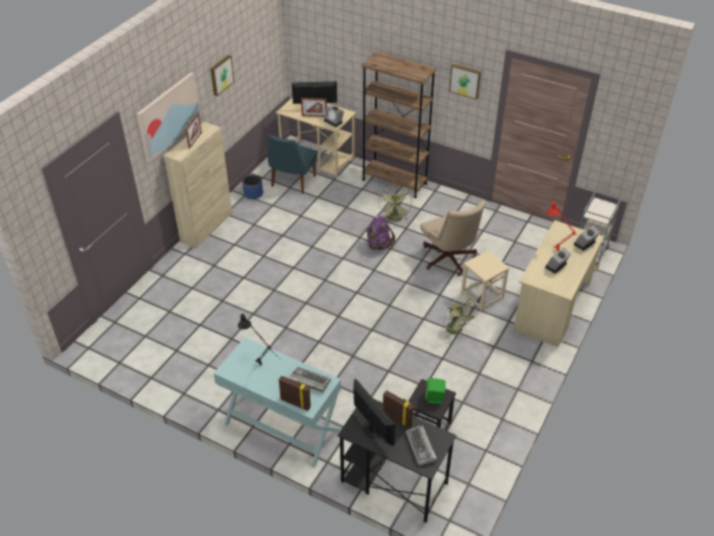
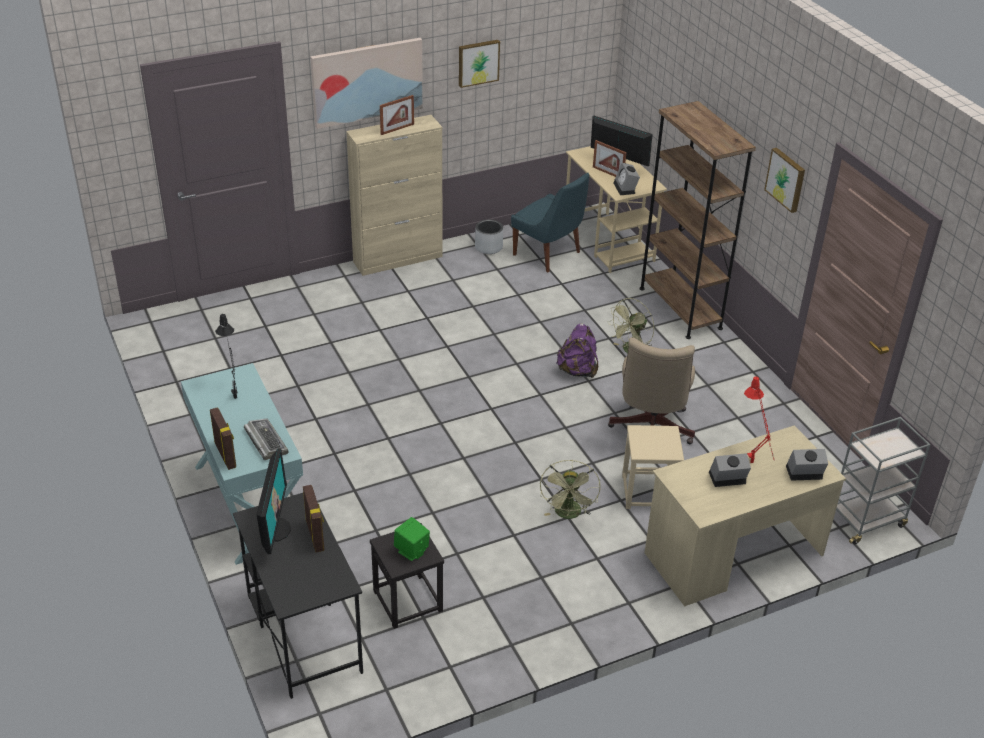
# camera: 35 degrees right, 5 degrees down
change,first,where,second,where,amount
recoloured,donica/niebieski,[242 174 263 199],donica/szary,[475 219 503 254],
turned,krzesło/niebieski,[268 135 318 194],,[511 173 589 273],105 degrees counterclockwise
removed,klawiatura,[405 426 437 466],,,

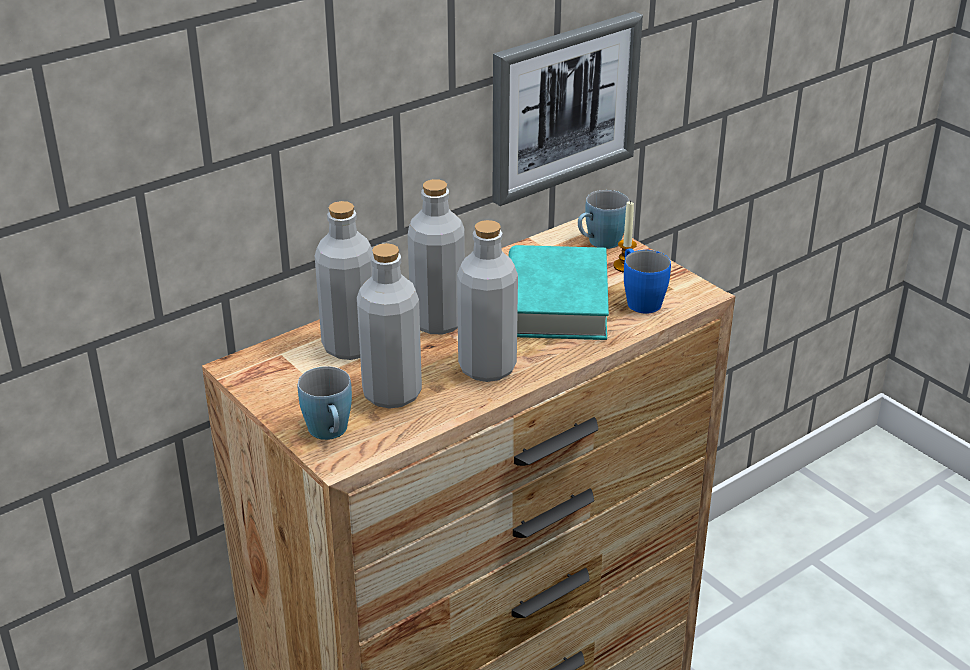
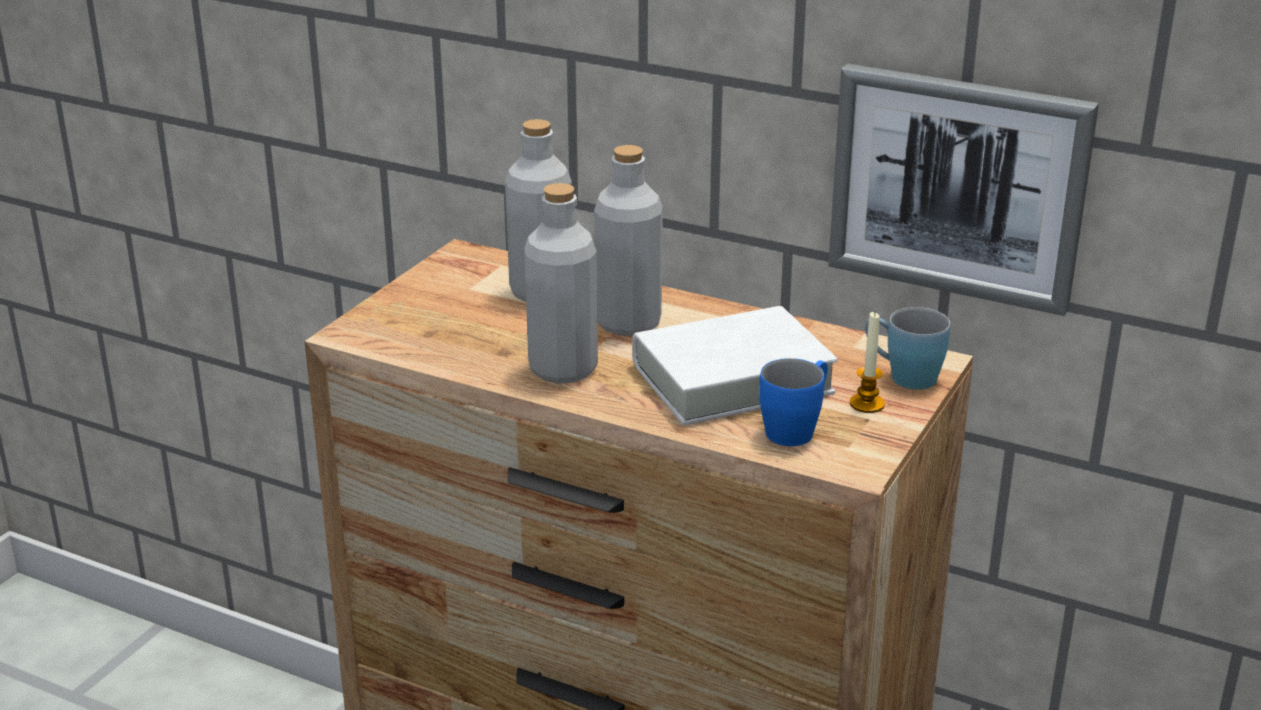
# camera: 65 degrees right, 5 degrees down
change,first,where,second,where,amount
recoloured,książka/turkusowy,[508 245 609 340],książka/biały,[632 306 838 425],
removed,kubek/niebieski,[298 366 352 440],,,
removed,butelka/szary,[357 243 422 409],,,

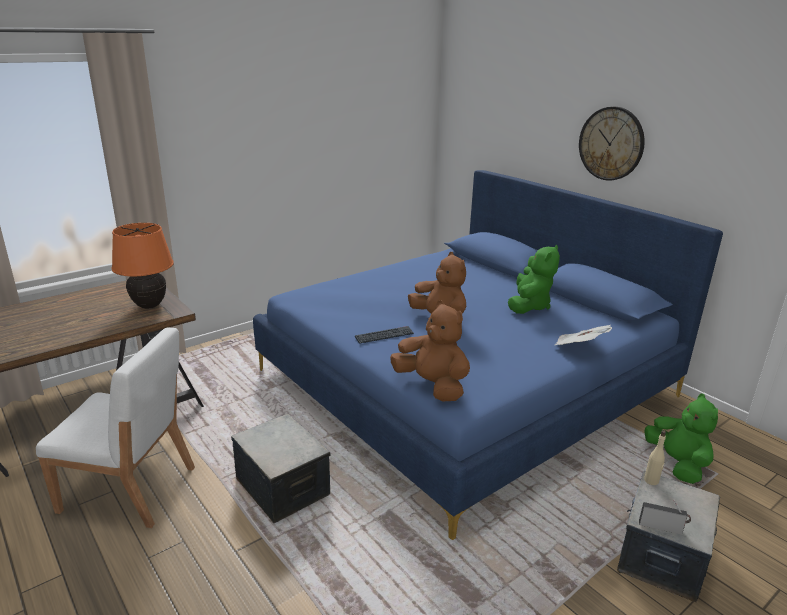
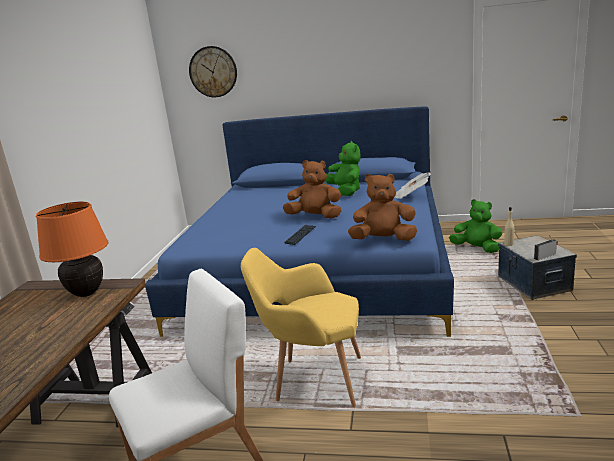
# camera: 40 degrees left, 5 degrees down
change,first,where,second,where,amount
moved,zegar ścienny,[579 107 645 181],,[189 46 237 97],
replaced,pojemnik do przechowywania,[231 414 330 523],fotel/żółty,[241 248 361 407],

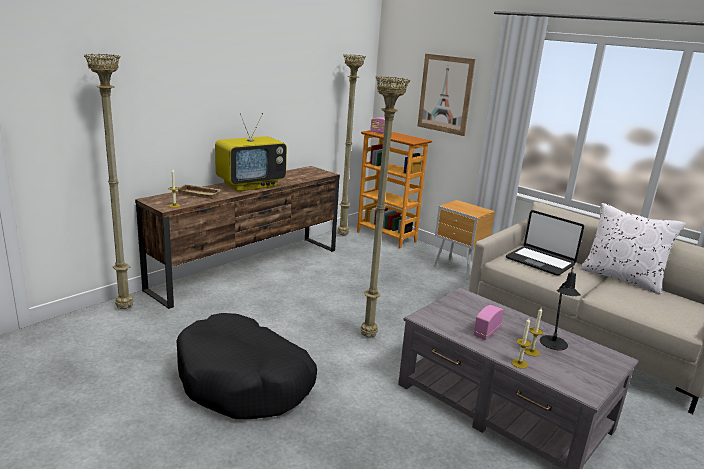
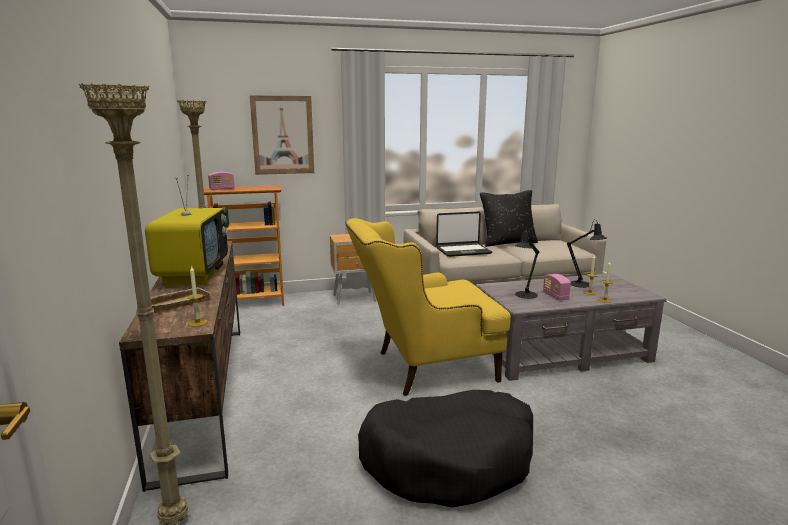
# camera: 55 degrees left, 5 degrees down
change,first,where,second,where,amount
replaced,lampa stojąca/beżowy,[361 76 410 338],fotel/żółty,[345 218 511 396],
recoloured,poduszka/biały,[580 203 686 295],poduszka/czarny,[480 190 538 247],
added,,,lampa stołowa/czarny,[515 226 539 299],

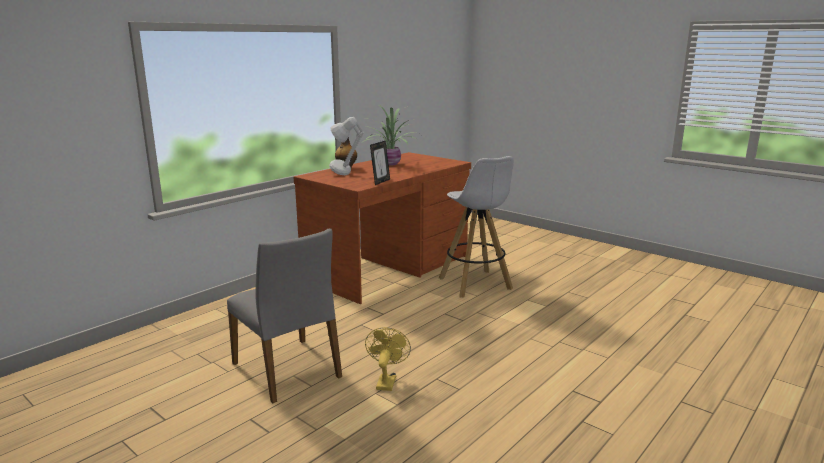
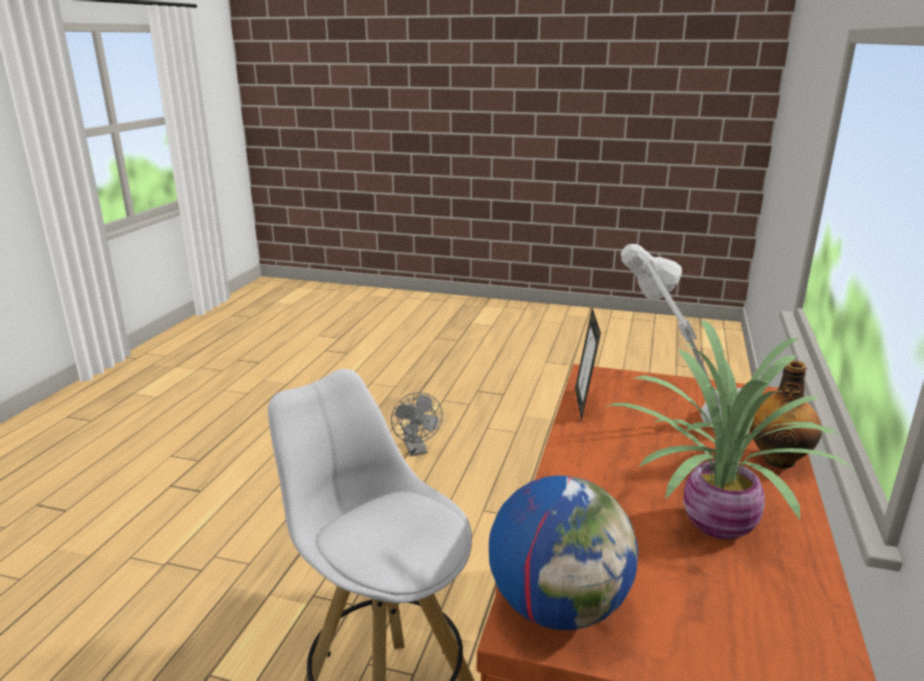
# camera: 155 degrees right, 5 degrees up
change,first,where,second,where,amount
recoloured,wentylator/żółty,[365 327 411 391],wentylator/szary,[391 392 443 456],
added,,,globus,[489 476 638 630],
removed,krzesło/szary,[227 228 342 403],,,

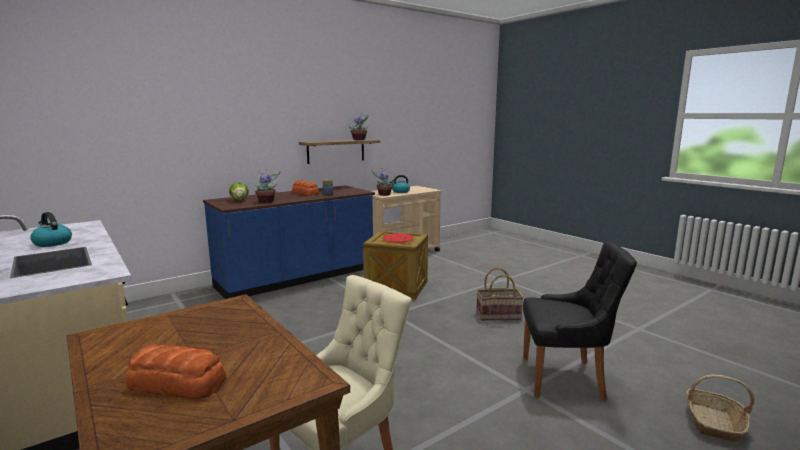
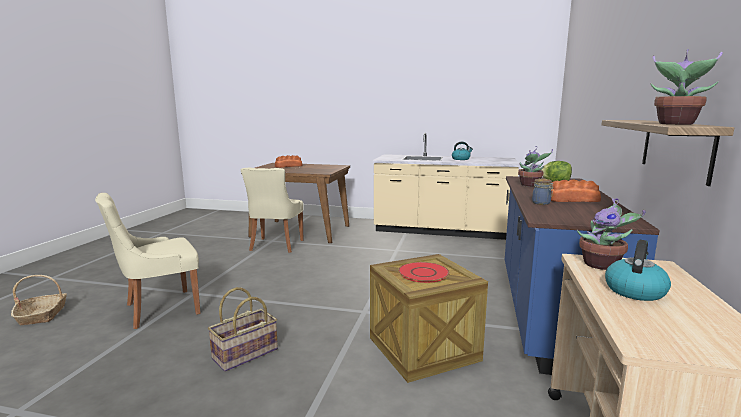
# camera: 140 degrees right, 0 degrees up
change,first,where,second,where,amount
recoloured,krzesło/czarny,[523 241 637 401],krzesło/beżowy,[95 193 201 329],

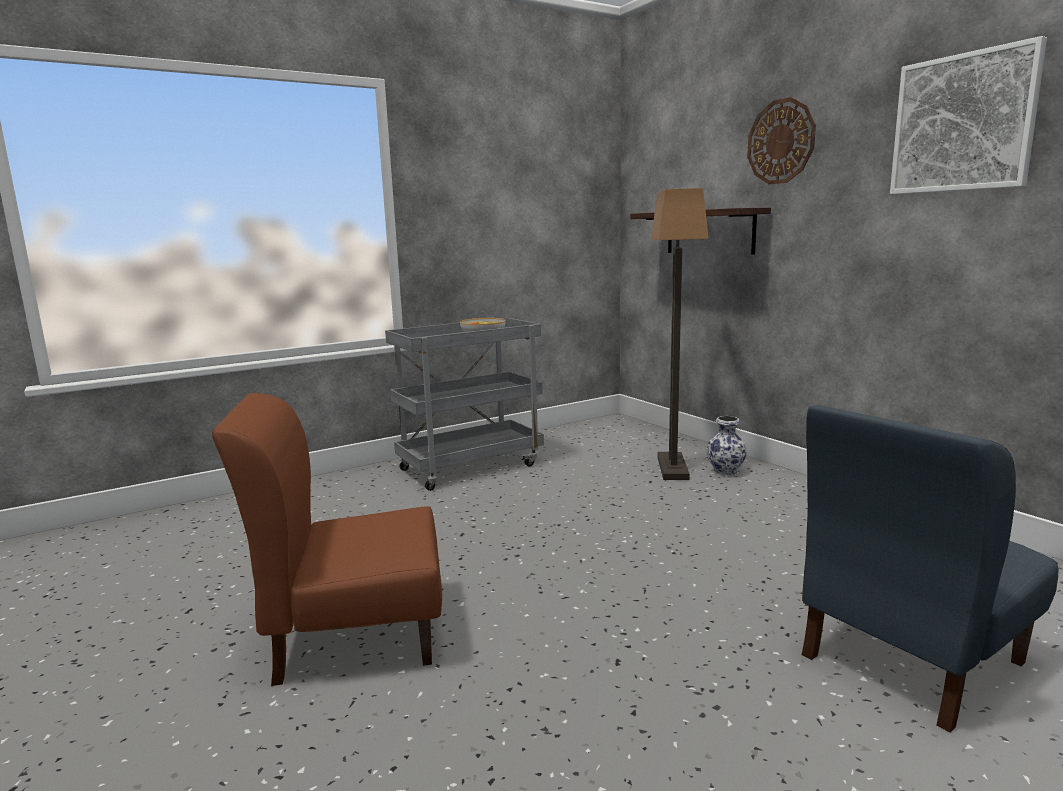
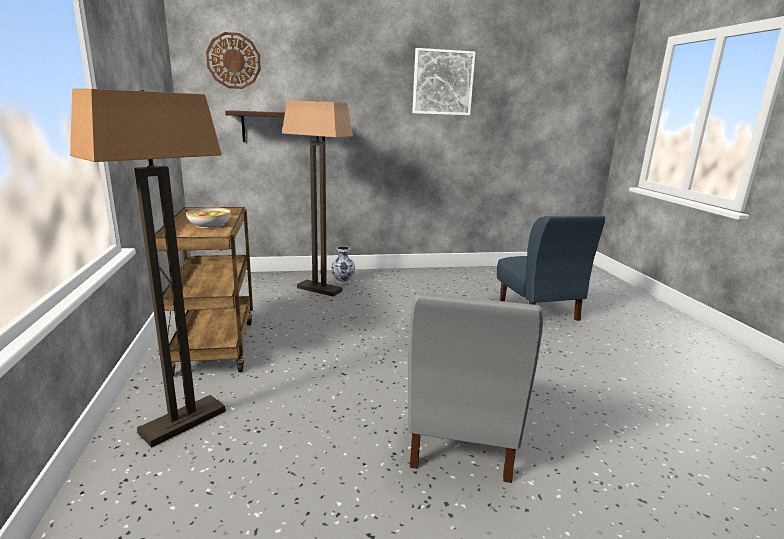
# camera: 70 degrees left, 5 degrees up
change,first,where,second,where,amount
added,,,lampa stojąca,[70 88 225 448],
recoloured,wózek/szary,[385 318 544 491],wózek/brązowy,[155 207 253 376],
moved,zegar ścienny,[747 97 816 184],,[206 32 261 89],
recoloured,krzesło/brązowy,[212 393 442 686],krzesło/szary,[408 293 543 483],

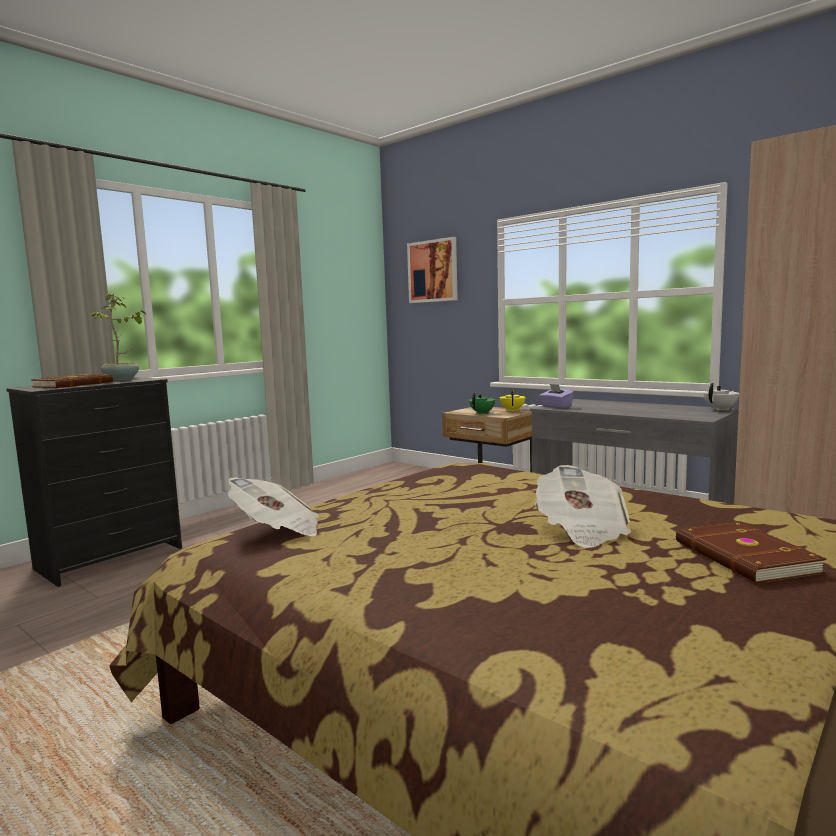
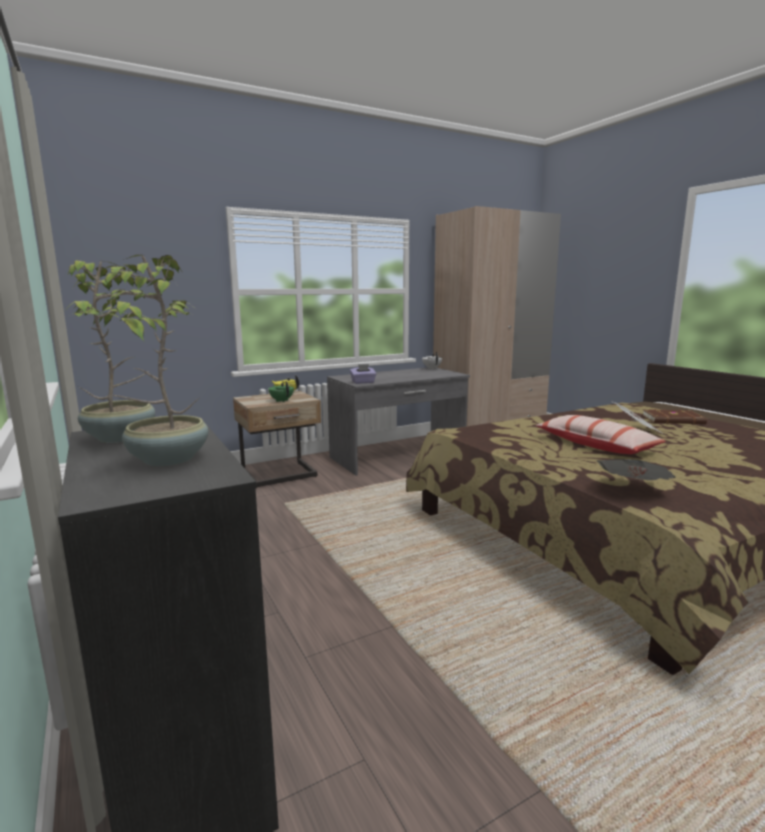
# camera: 70 degrees left, 5 degrees up
change,first,where,second,where,amount
replaced,książka/brązowy,[32 374 113 388],roślina doniczkowa,[101 255 208 466],
added,,,poduszka,[536 415 666 454],
removed,obraz,[407 237 458 303],,,

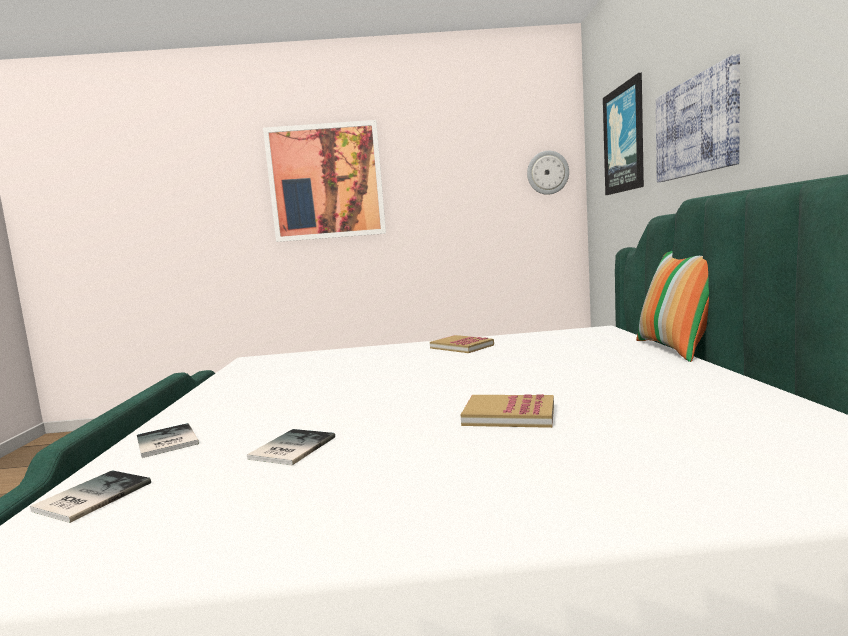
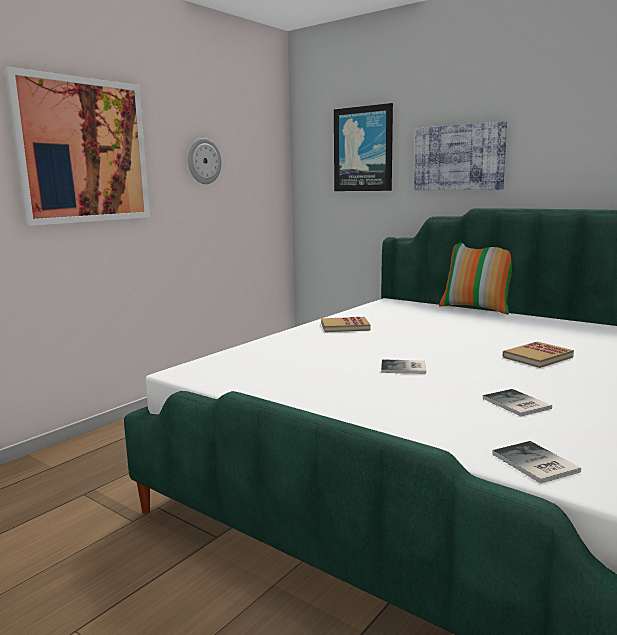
# camera: 50 degrees left, 5 degrees up
change,first,where,second,where,amount
moved,zegar ścienny,[527 151 569 195],,[188 138 222 184],
moved,książka,[137 423 199 458],,[381 359 426 374],

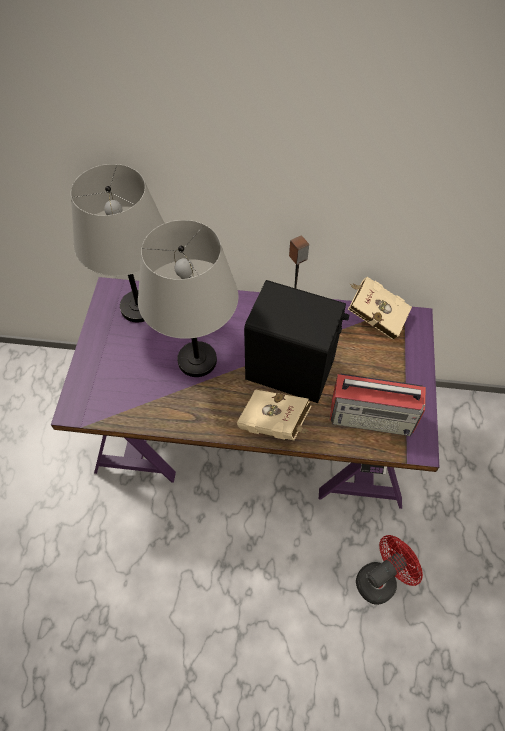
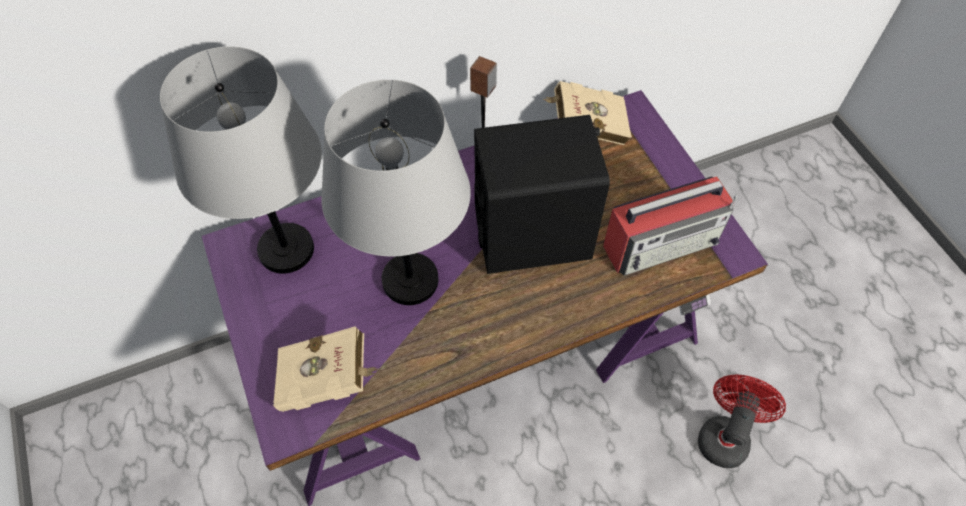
# camera: 30 degrees left, 0 degrees up
change,first,where,second,where,amount
moved,książka/beżowy,[237 389 311 440],,[273 326 379 412],

